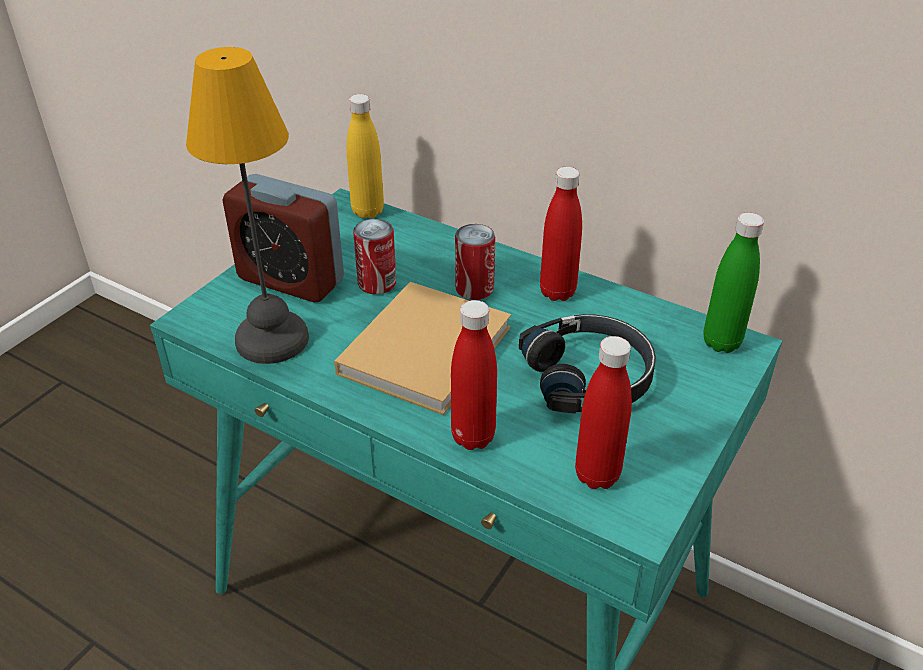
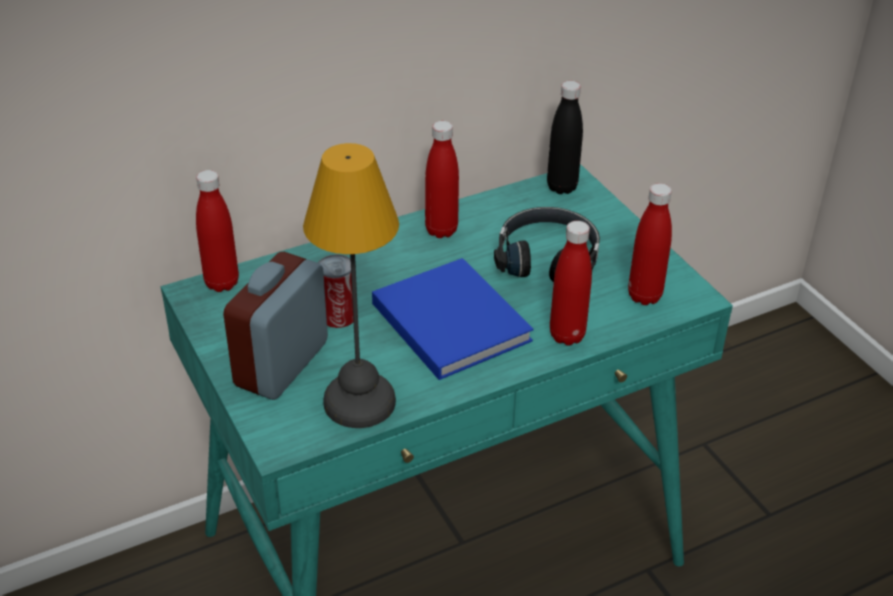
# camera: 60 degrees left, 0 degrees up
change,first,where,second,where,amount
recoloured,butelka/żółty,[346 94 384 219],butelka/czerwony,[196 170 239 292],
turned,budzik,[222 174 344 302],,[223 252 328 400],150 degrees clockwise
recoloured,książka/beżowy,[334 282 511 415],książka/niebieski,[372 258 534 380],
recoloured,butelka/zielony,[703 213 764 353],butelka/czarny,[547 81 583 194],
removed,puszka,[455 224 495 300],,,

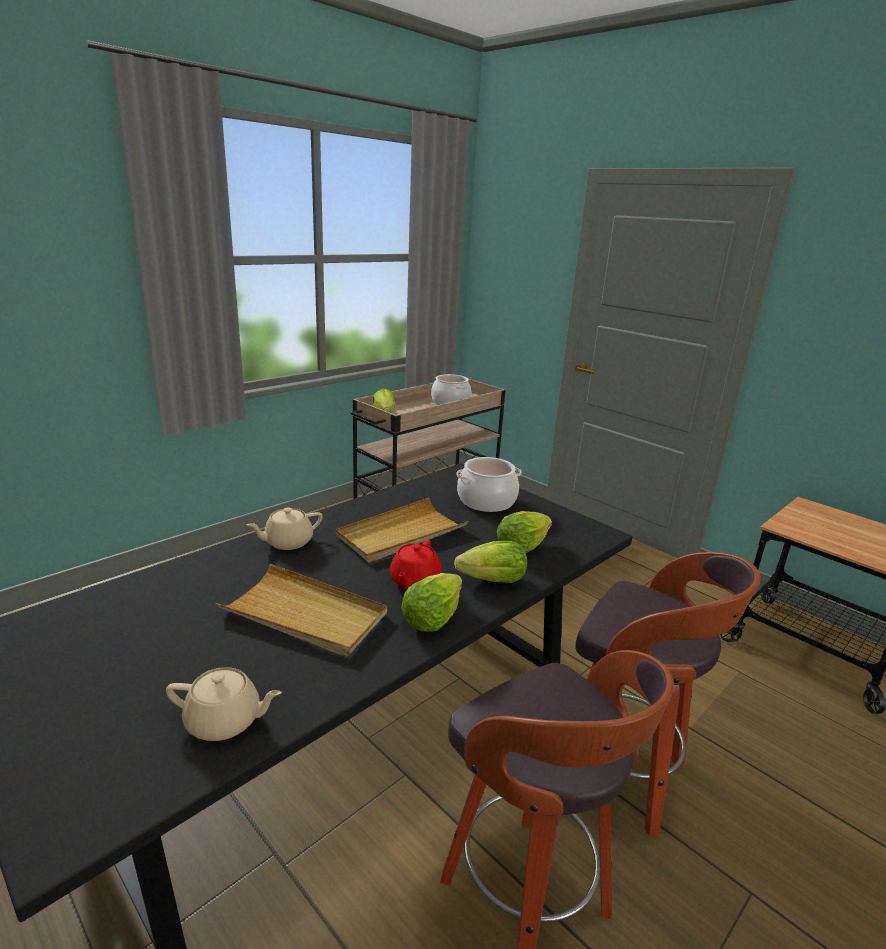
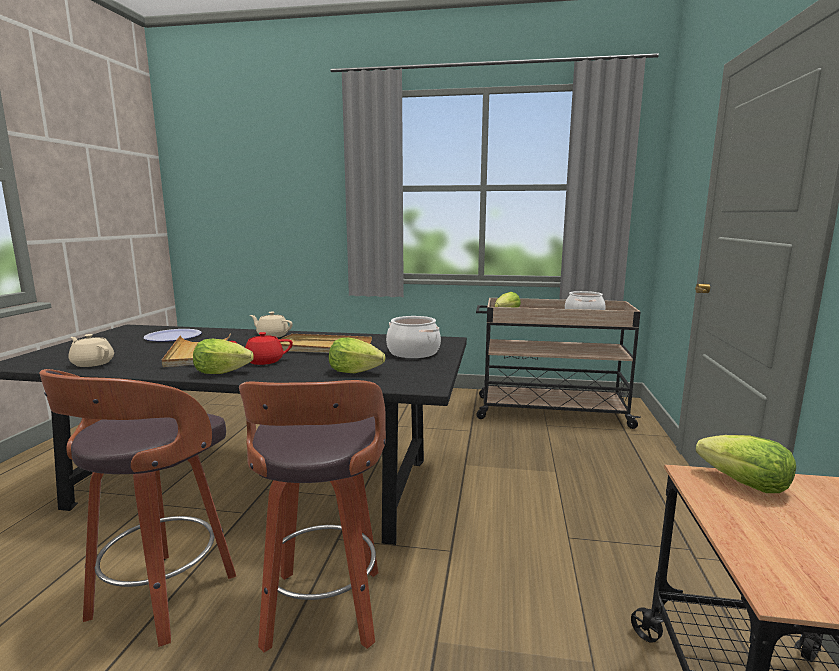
# camera: 55 degrees right, 10 degrees down
change,first,where,second,where,amount
turned,imbryk/beżowy,[166 667 282 741],,[68 334 114 367],150 degrees clockwise
added,,,talerz,[143 329 202 342],
moved,sałata,[454 541 527 583],,[696 435 796 493],

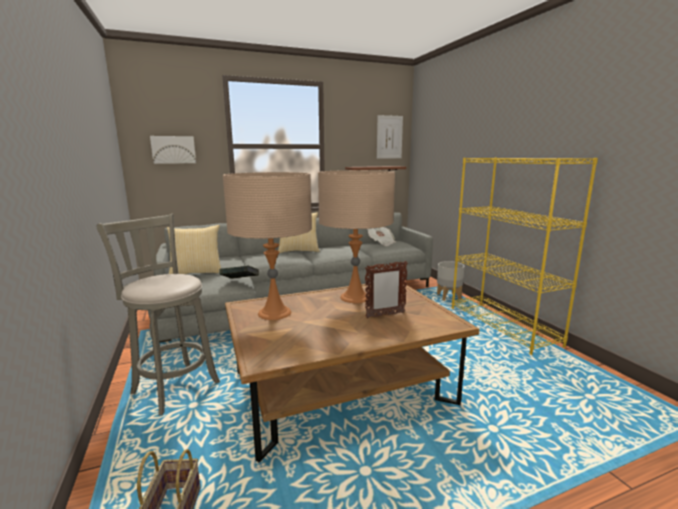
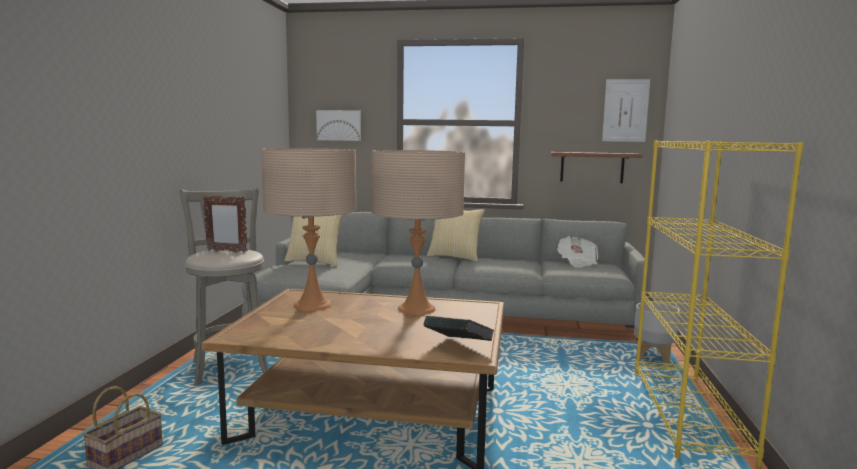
# camera: 30 degrees right, 5 degrees down
change,first,where,second,where,amount
moved,ramka na zdjęcie,[365 261 408 318],,[203 196 247 253],
moved,książka,[219 266 259 279],,[424 316 494 341],

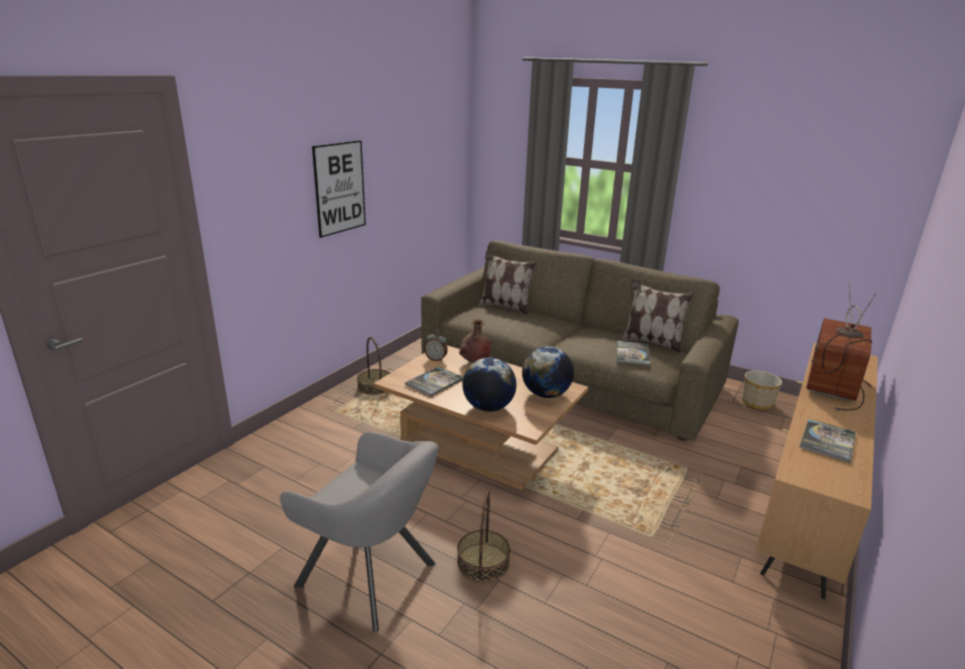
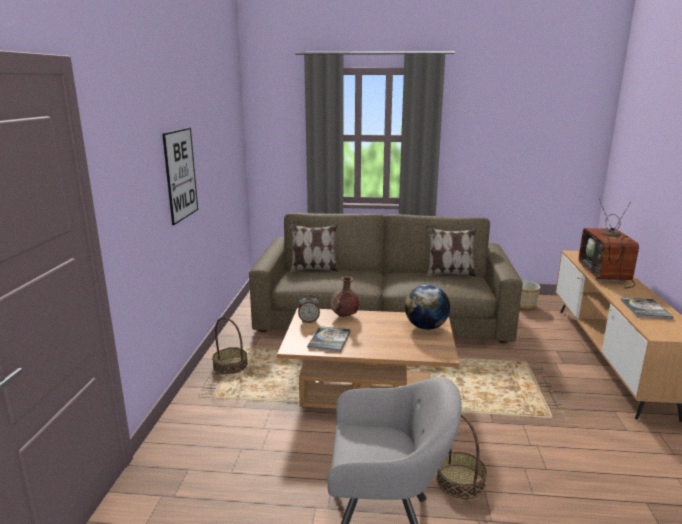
# camera: 25 degrees left, 5 degrees down
change,first,where,second,where,amount
removed,globus,[462 358 516 412],,,
removed,książka,[616 341 650 365],,,

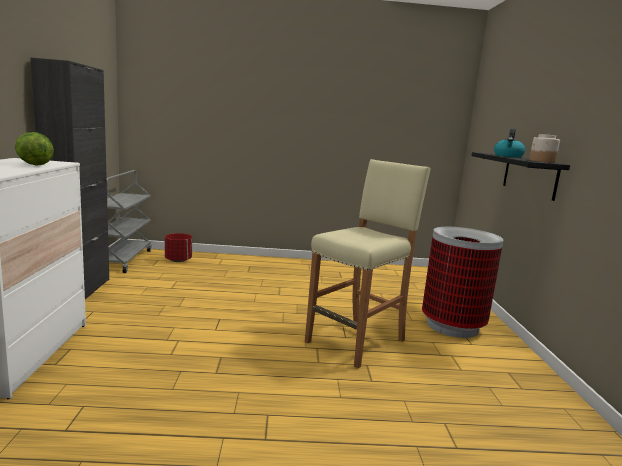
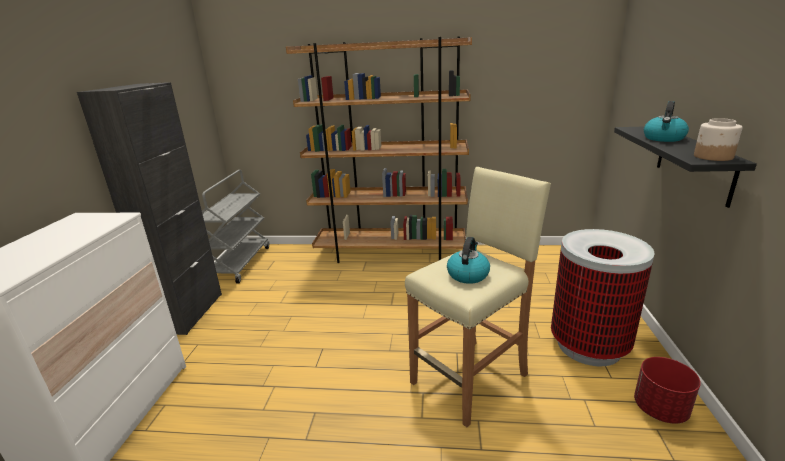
# camera: 10 degrees right, 10 degrees up
change,first,where,second,where,amount
added,,,regał/brązowy,[286 36 472 263],
added,,,czajnik,[447 237 490 284],
moved,donica/czerwony,[165 233 192 262],,[634 357 701 424],
removed,sałata,[15 132 54 166],,,

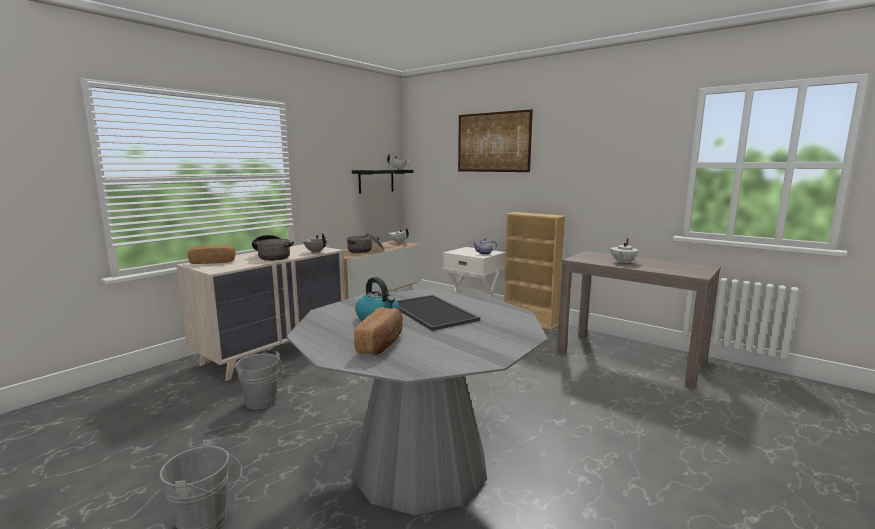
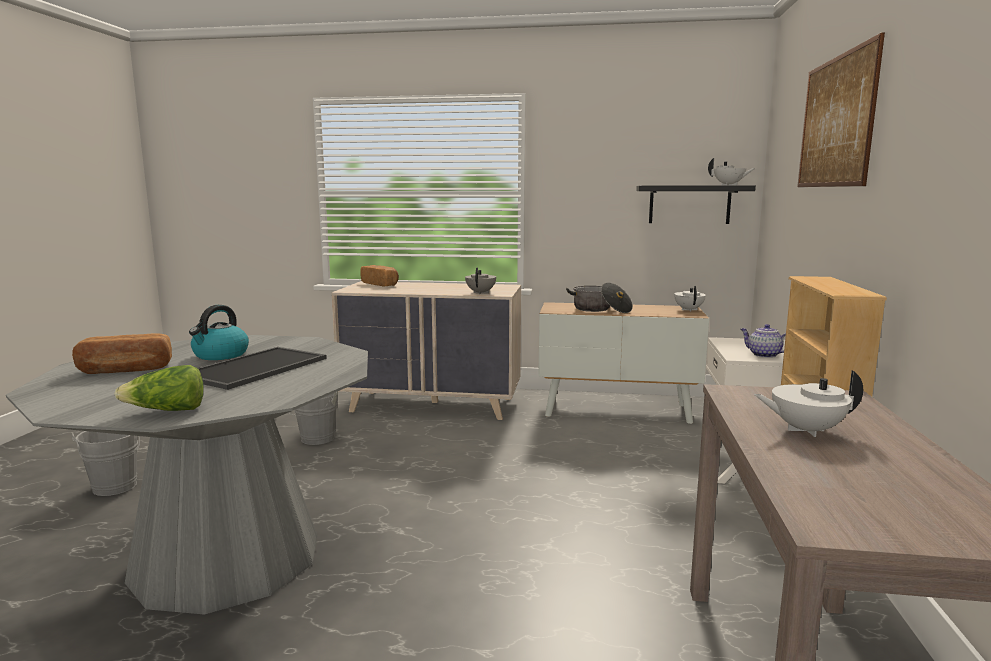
# camera: 60 degrees right, 0 degrees up
change,first,where,second,where,amount
added,,,sałata,[115 365 204 411],
removed,garnek,[252 235 294 261],,,

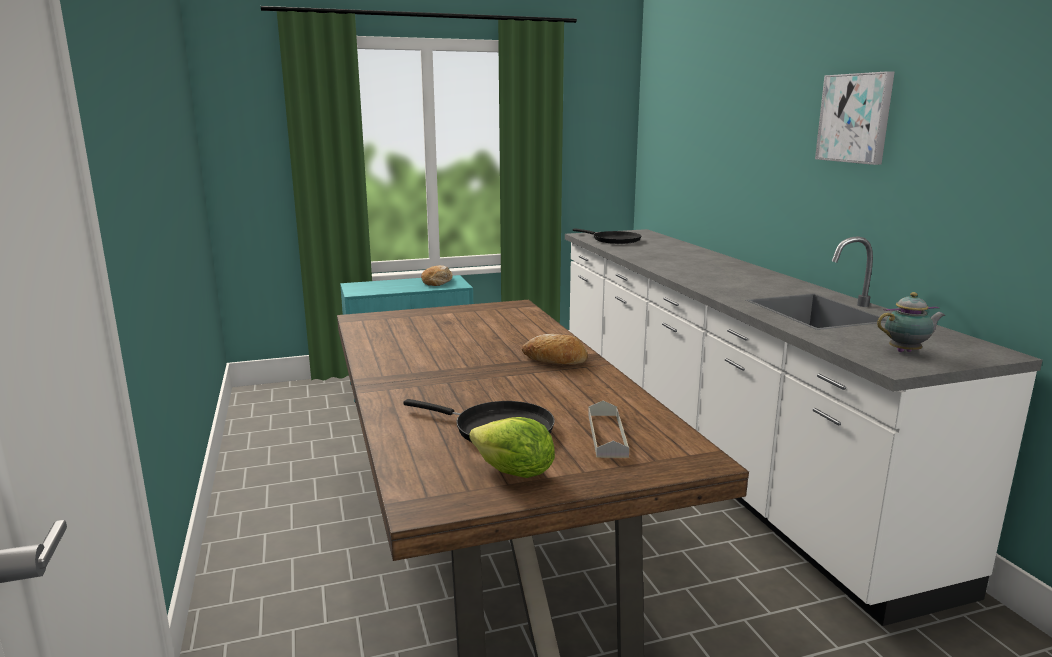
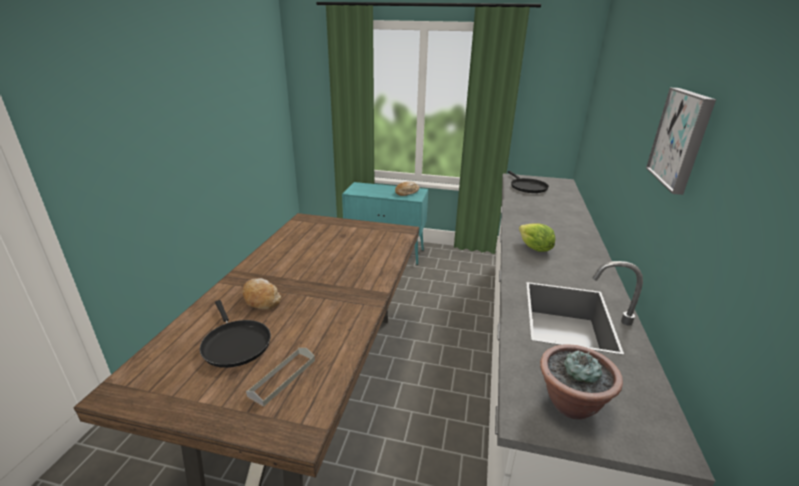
# camera: 30 degrees right, 10 degrees up
change,first,where,second,where,amount
moved,chleb,[522 334 588 365],,[242 278 281 310],
moved,sałata,[469 417 555 478],,[519 223 556 252],
replaced,imbryk,[877 292 945 352],roślina doniczkowa,[540 345 623 420],

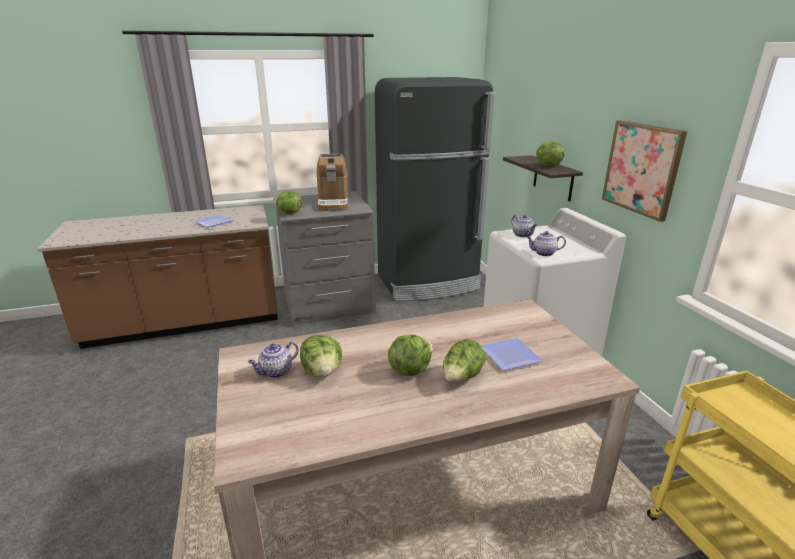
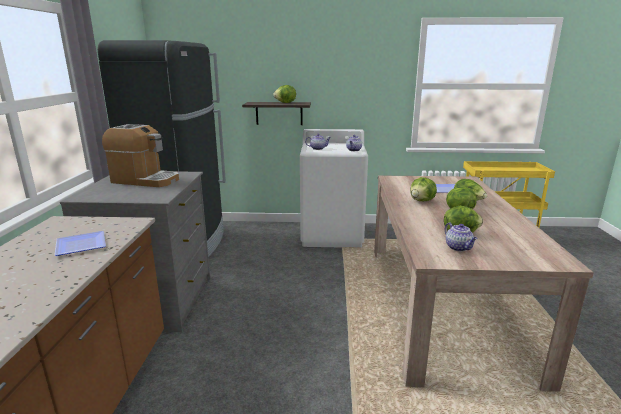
# camera: 70 degrees left, 5 degrees down
change,first,where,second,where,amount
moved,sałata,[274 191 302 214],,[410 177 437 201],
removed,obraz,[602 120 687 222],,,

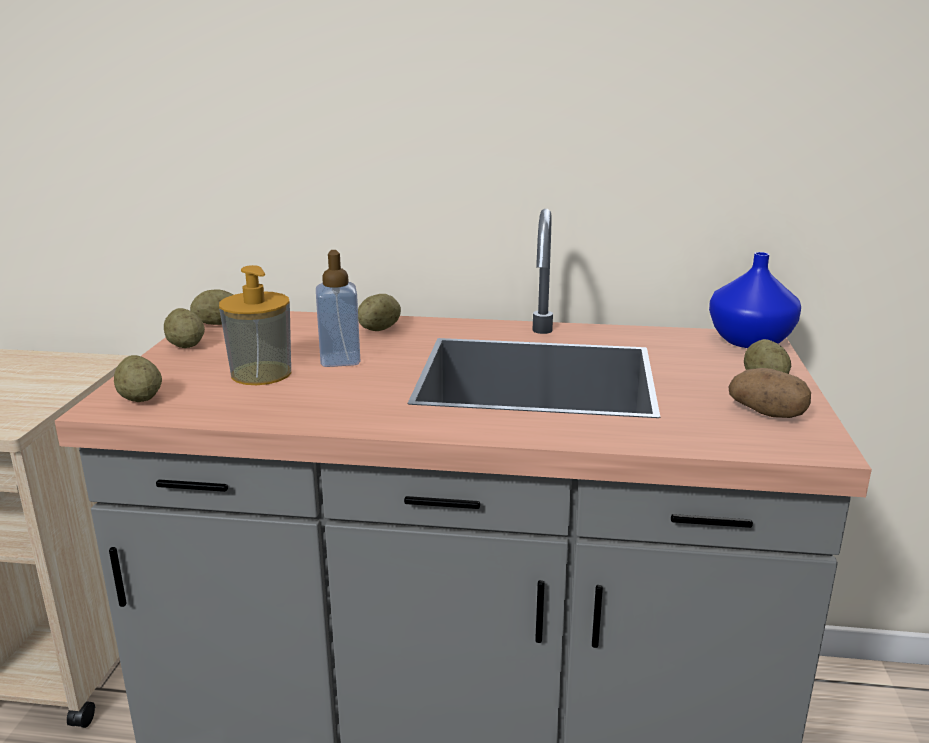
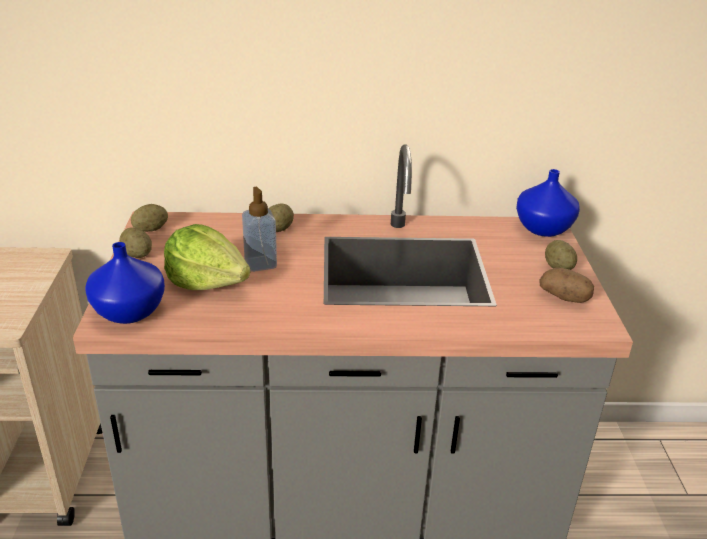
# camera: 10 degrees left, 10 degrees up
change,first,where,second,where,amount
replaced,ziemniak,[114 355 162 402],wazon/niebieski,[85 242 165 324],
replaced,dozownik mydła,[219 265 291 385],sałata,[164 224 251 290],

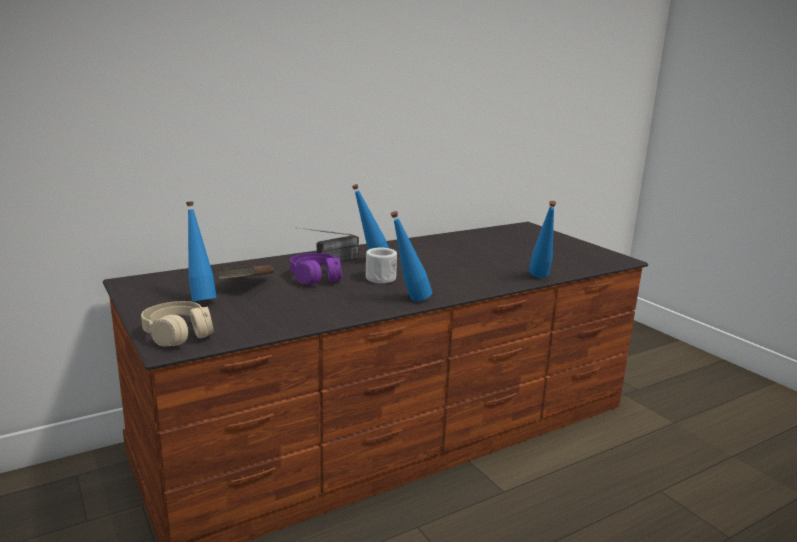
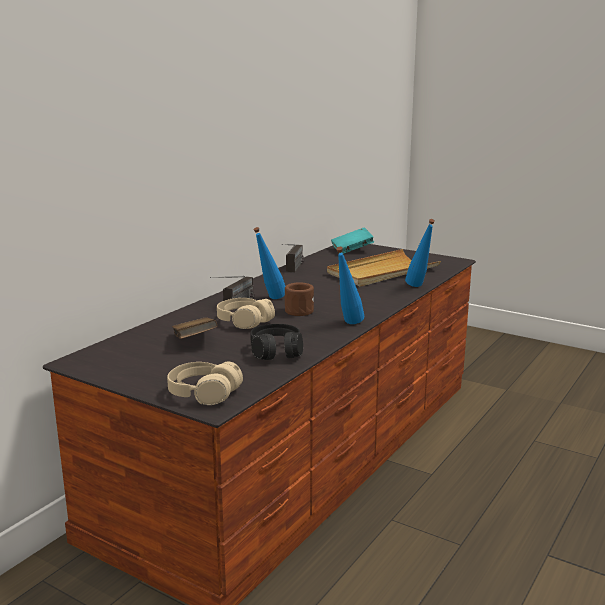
# camera: 25 degrees left, 0 degrees up
change,first,where,second,where,amount
recoloured,słuchawki/fioletowy,[290 253 342 285],słuchawki/beżowy,[217 298 275 329],
added,,,słuchawki/czarny,[250 324 303 360],
added,,,radio,[282 244 304 272],
recoloured,kubek/biały,[366 248 397 283],kubek/brązowy,[285 282 314 316],
added,,,taca/beżowy,[327 249 441 287],
added,,,książka/turkusowy,[331 227 374 254],
removed,butelka/niebieski,[186 201 217 302],,,

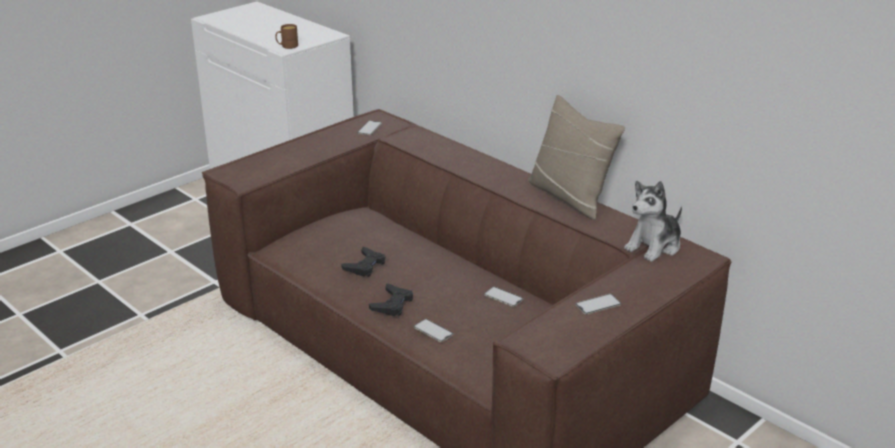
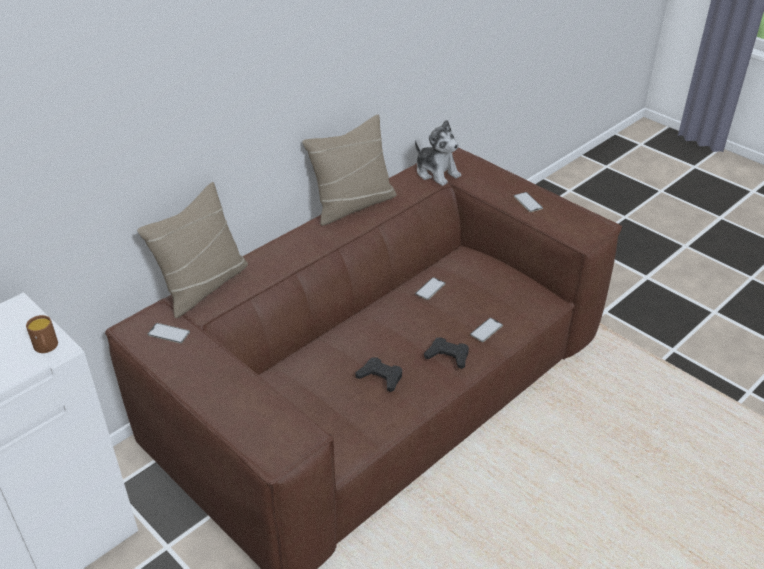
# camera: 90 degrees left, 10 degrees up
change,first,where,second,where,amount
added,,,poduszka/beżowy,[137 182 248 318],

